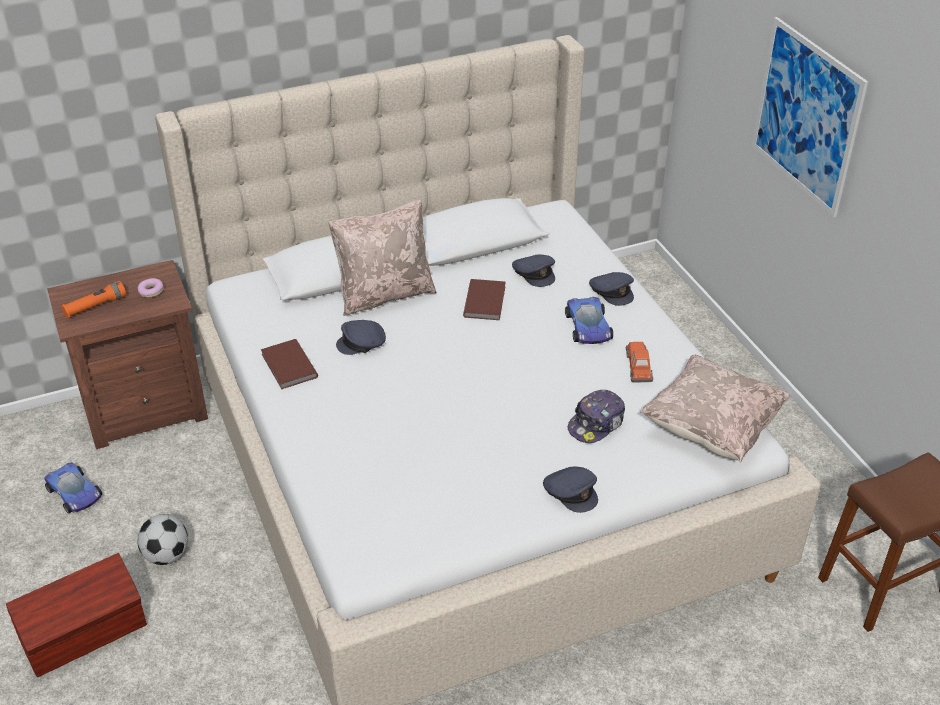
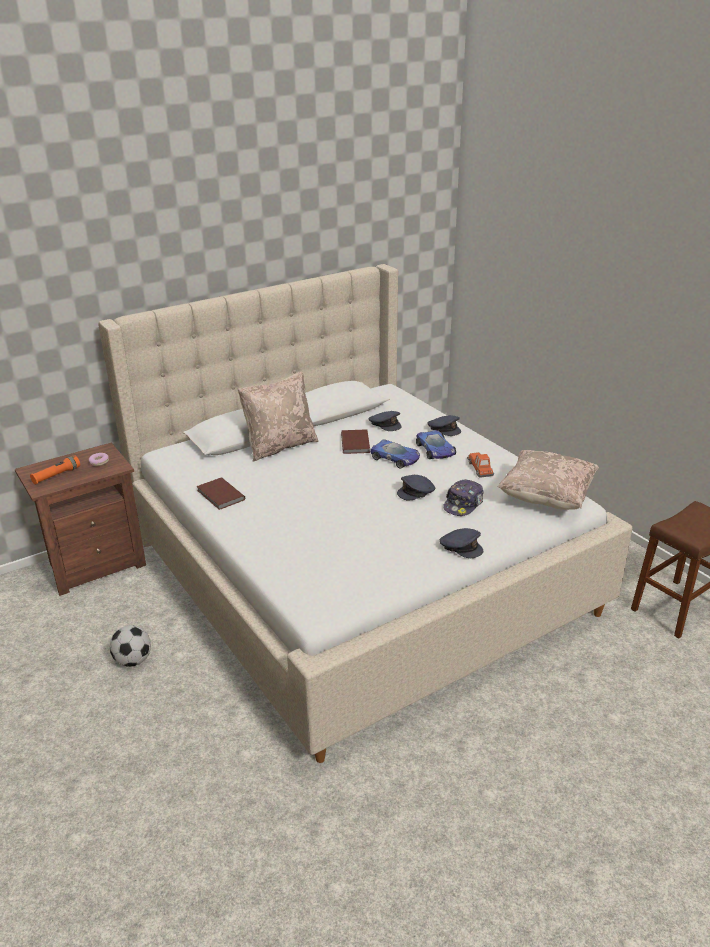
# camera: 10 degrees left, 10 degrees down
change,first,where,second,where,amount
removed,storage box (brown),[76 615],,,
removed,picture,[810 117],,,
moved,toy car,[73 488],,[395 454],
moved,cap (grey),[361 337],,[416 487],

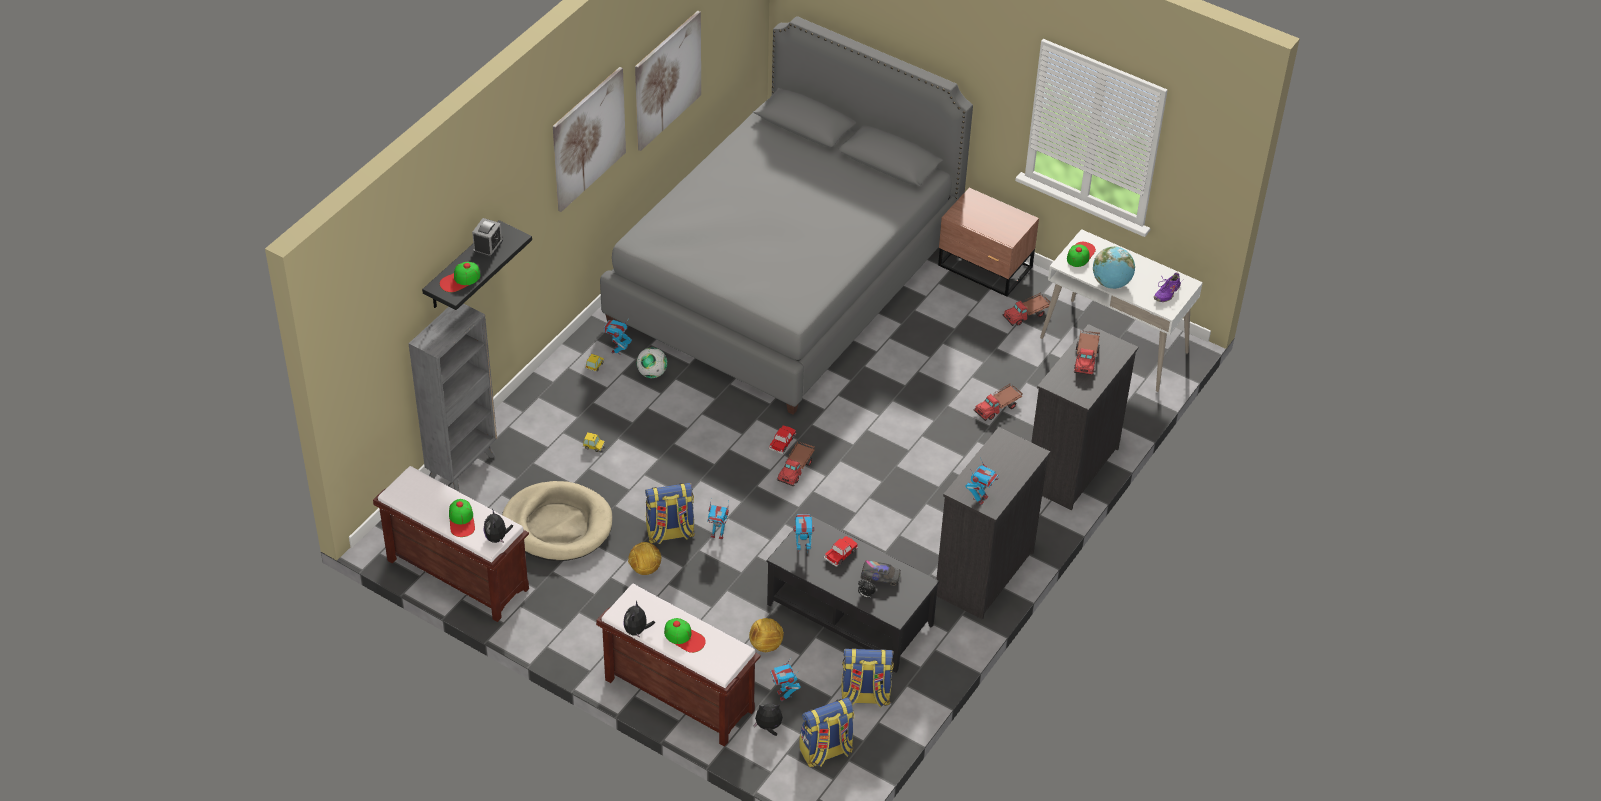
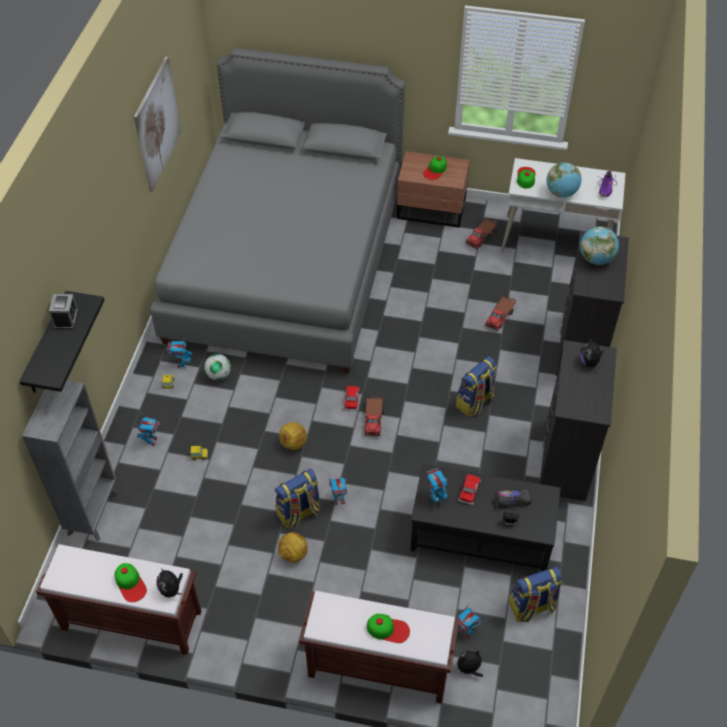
# camera: 20 degrees left, 5 degrees up
change,first,where,second,where,amount
removed,dog bed (beige),[557 521],,,
removed,picture,[589 139],,,
moved,cap,[460 277],,[435 168],
moved,plush toy,[639 619],,[592 352],
moved,football,[766 635],,[293 436],
moved,backpack,[826 732],,[476 386],
moved,toy robot,[981 481],,[148 430],
replaced,toy truck,[1087 353],globe,[599 245],

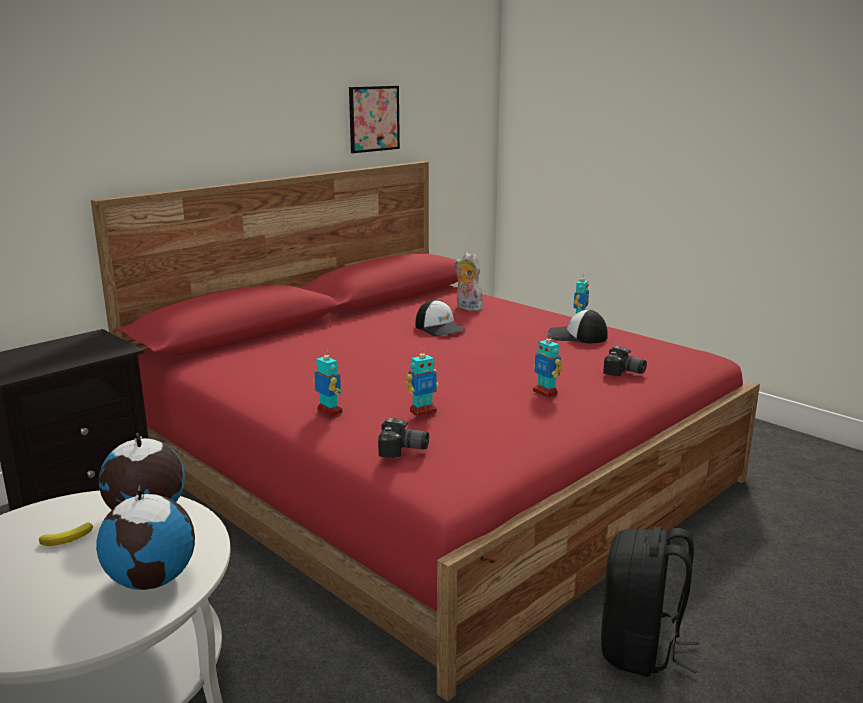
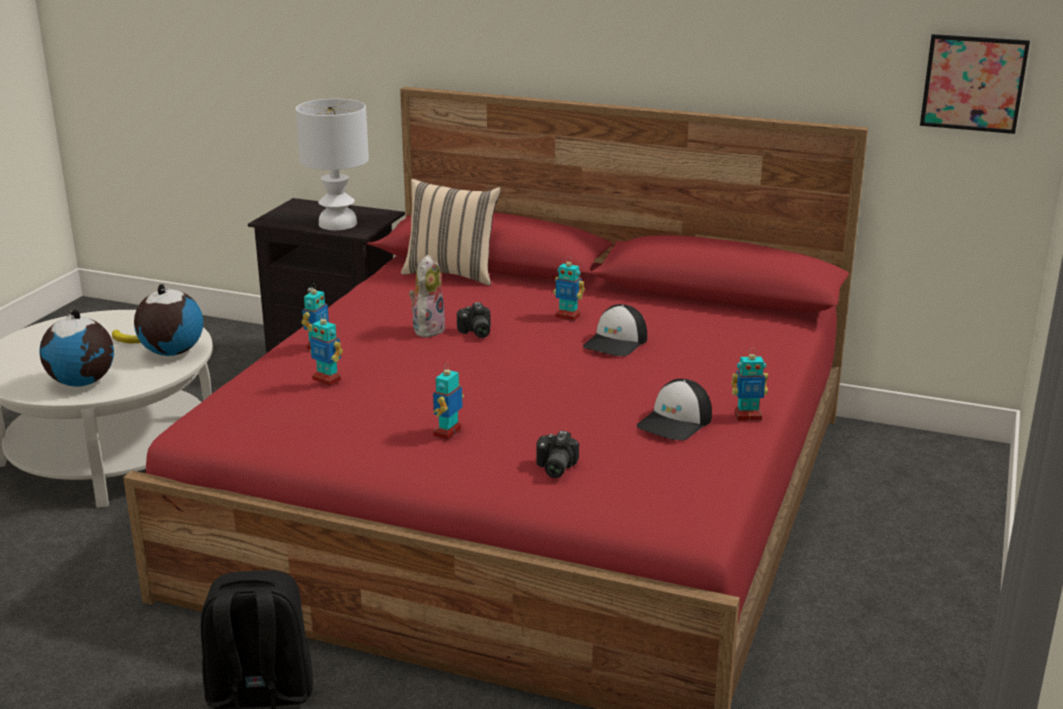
# camera: 65 degrees right, 5 degrees up
change,first,where,second,where,amount
added,,,table lamp (white),[332 164],
added,,,pillow (beige),[451 232],
added,,,toy robot,[569 288],
moved,picture,[374 119],,[975 84],
moved,photo camera,[403 438],,[474 320],
moved,plush toy,[470 282],,[427 296],
turned,cap,[578 326],,[674 409],135 degrees counterclockwise

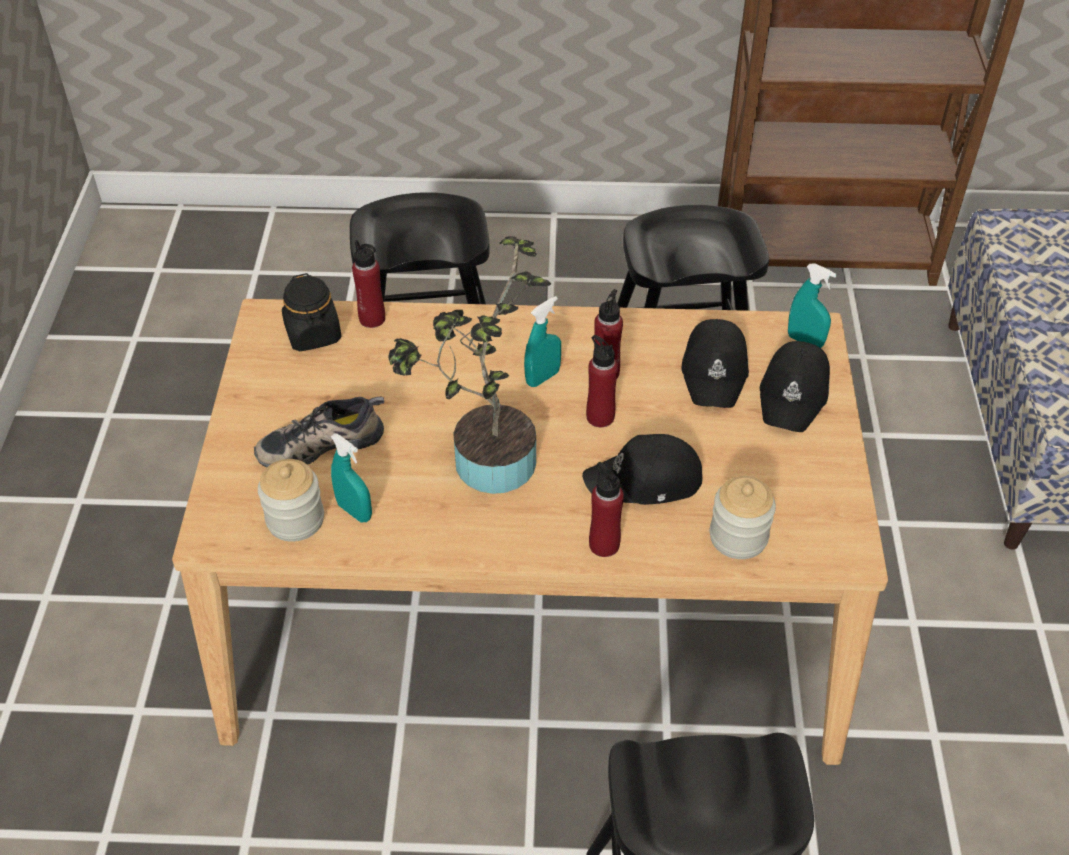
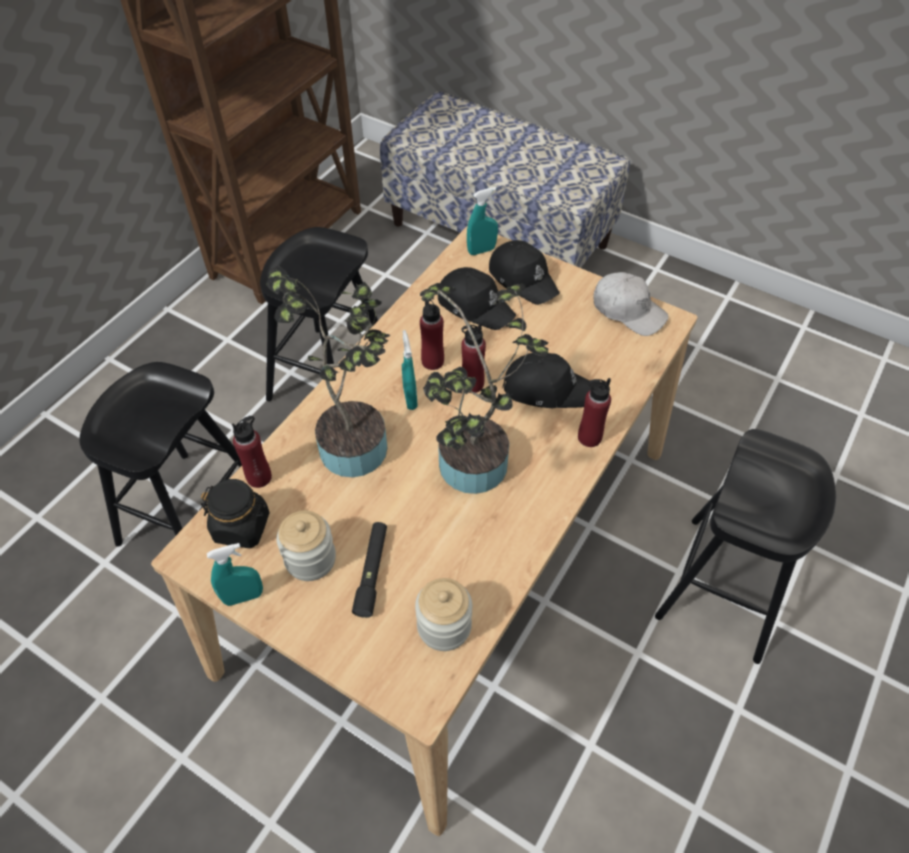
# camera: 60 degrees left, 5 degrees up
change,first,where,second,where,amount
added,,,potted plant,[328 371],
added,,,cap (white),[631 304],
moved,spray bottle (turquoise),[351 478],,[235 574],
moved,jar,[743 517],,[306 546],
replaced,shoe,[319 432],flashlight (black),[369 570],
turned,cap (black),[642 469],,[547 380],105 degrees counterclockwise

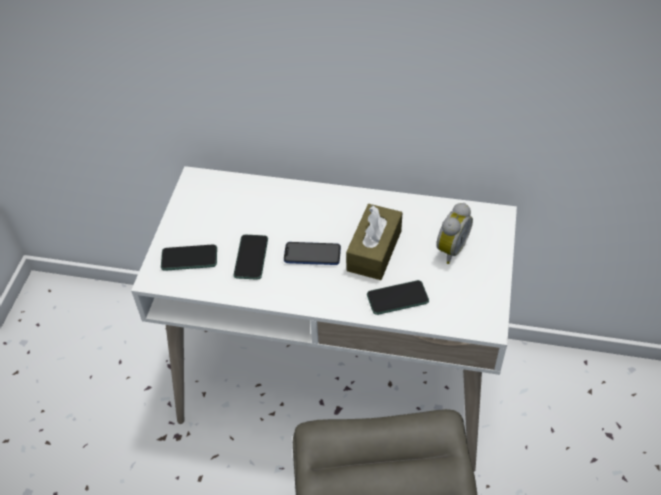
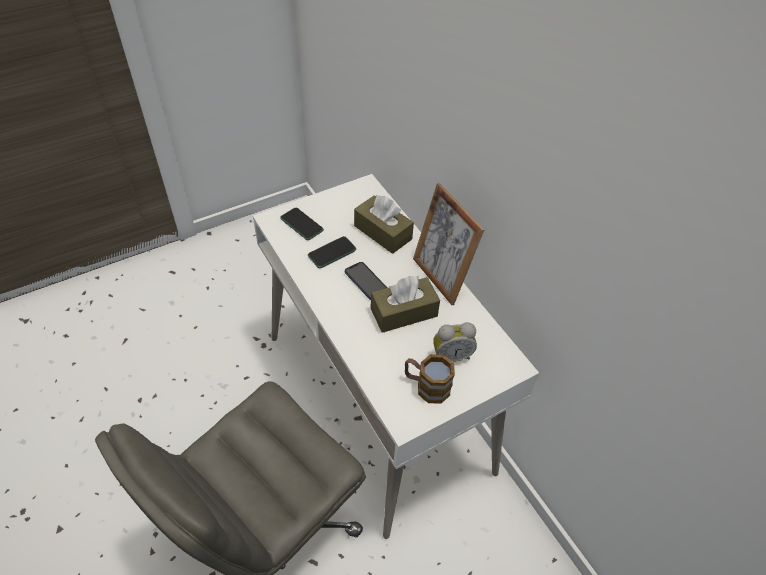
# camera: 45 degrees right, 0 degrees up
change,first,where,second,where,amount
removed,phone,[398 297],,,
added,,,tissue box (brown),[384 224],
added,,,mug,[430 379],
added,,,picture frame,[448 244],

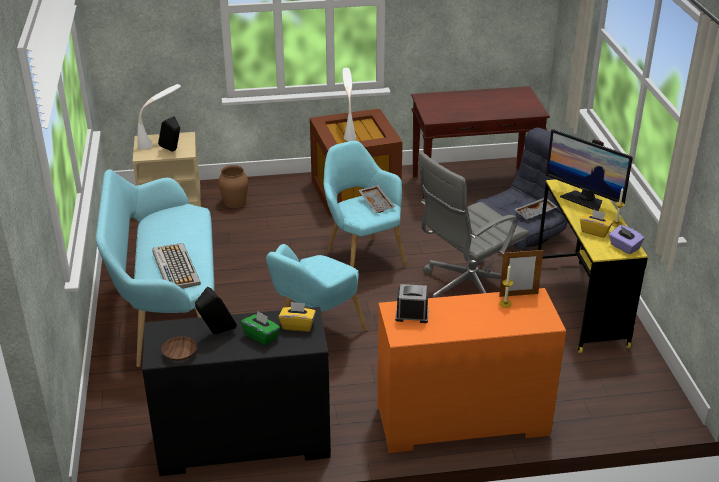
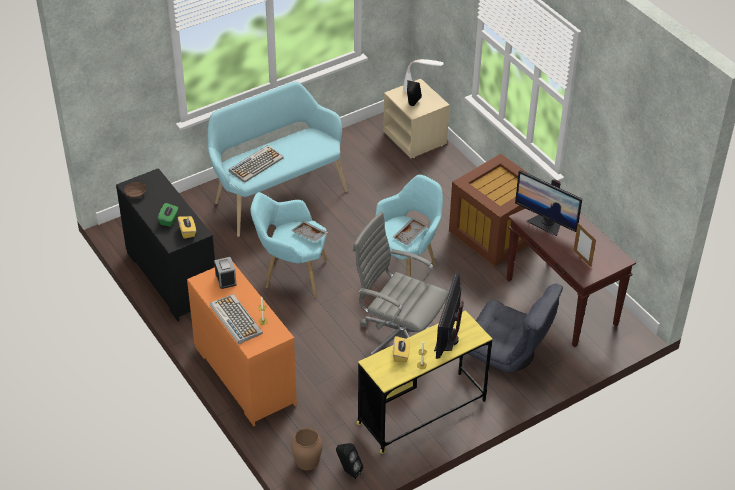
# camera: 65 degrees right, 10 degrees up
change,first,where,second,where,amount
removed,table lamp (white),[349 104],,,
removed,tissue box (purple),[626 239],,,
added,,,keyboard,[236 319],
added,,,monitor,[548 203],
moved,speaker (black),[216 310],,[349 461],
moved,vase (brown),[233 186],,[307 449],
moved,picture frame,[521 273],,[584 245],
moved,tray (grey),[535 208],,[309 231],

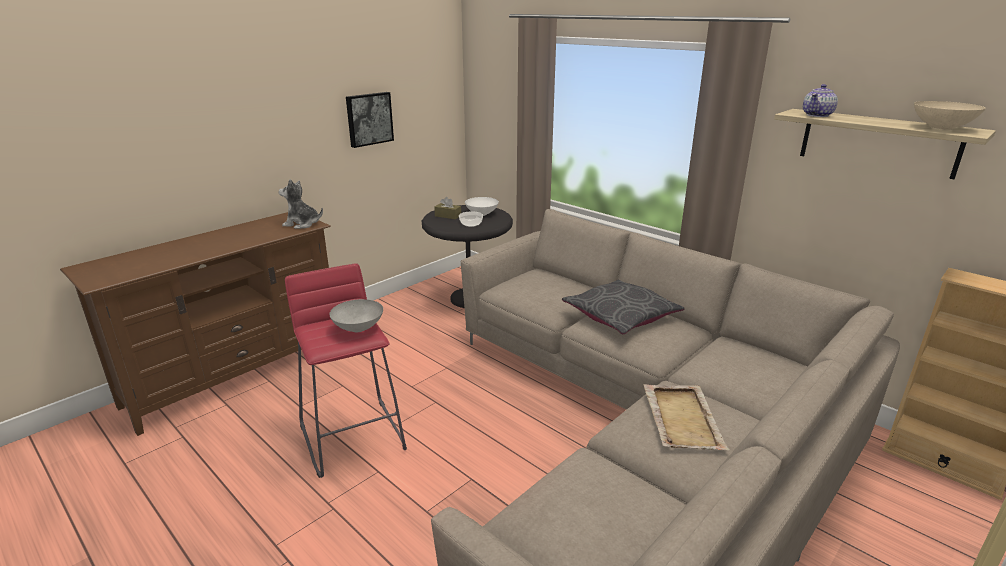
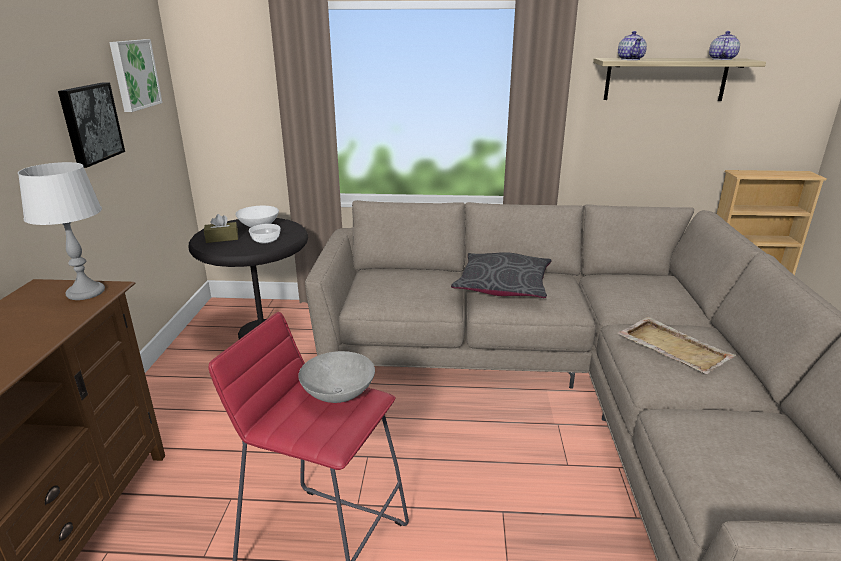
# camera: 40 degrees left, 0 degrees up
change,first,where,second,where,amount
added,,,picture,[135 75],
replaced,plush toy,[301 204],table lamp (grey),[61 231],
replaced,bowl (beige),[949 115],teapot,[724 45],

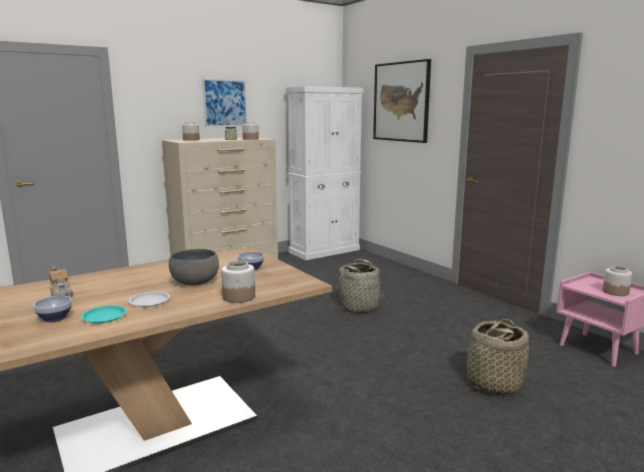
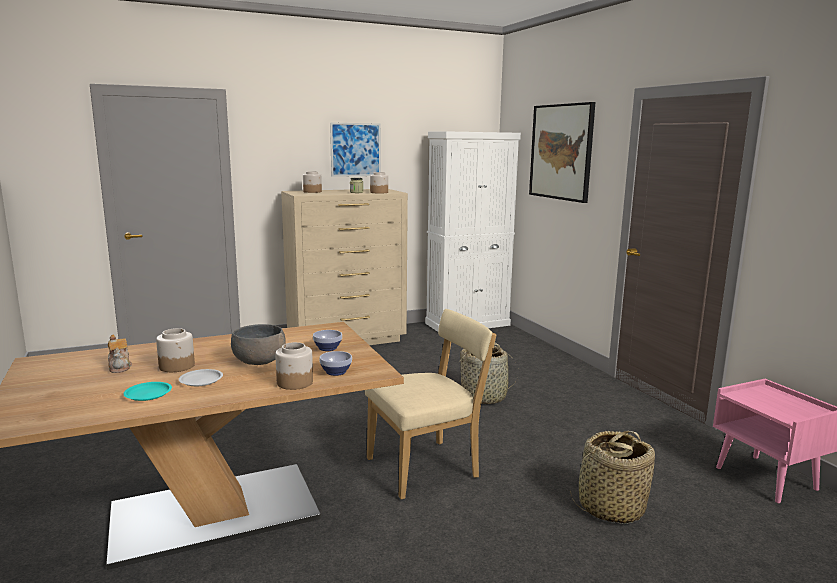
# camera: 10 degrees right, 0 degrees up
change,first,where,second,where,amount
added,,,chair (beige),[430 404],
moved,bowl,[52 309],,[335 363],
moved,jar,[617 281],,[175 350],

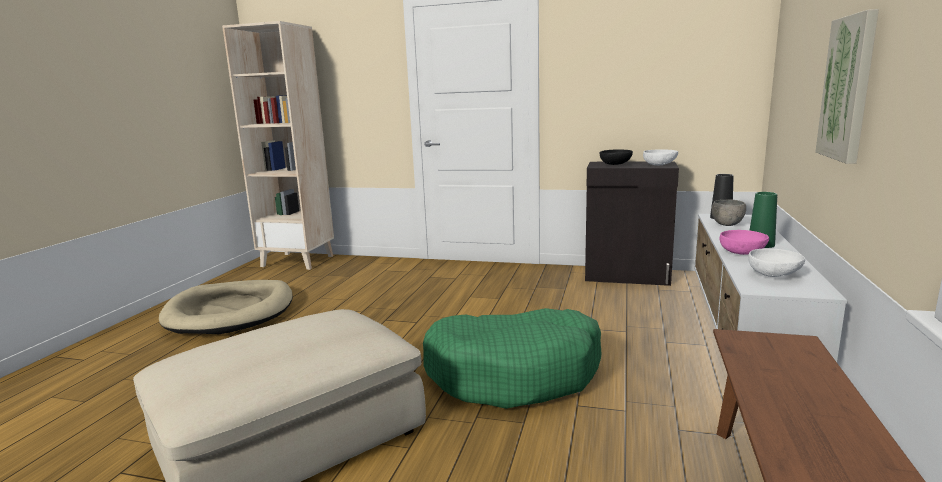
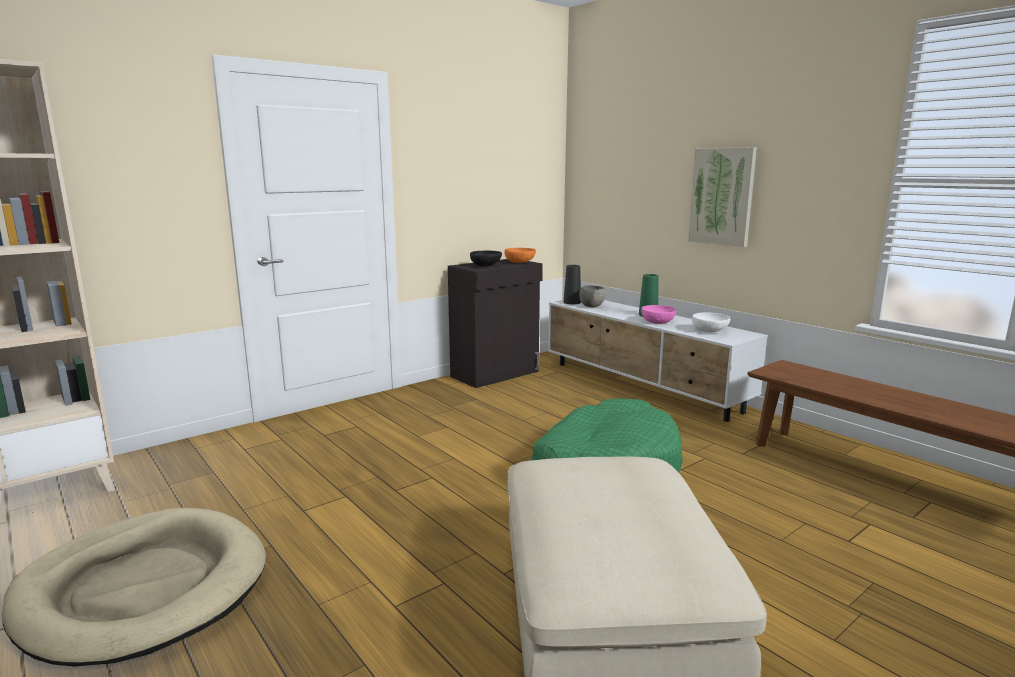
# camera: 55 degrees left, 0 degrees up
change,first,where,second,where,amount
recoloured,bowl (white),[660 157],bowl (orange),[520 255],

